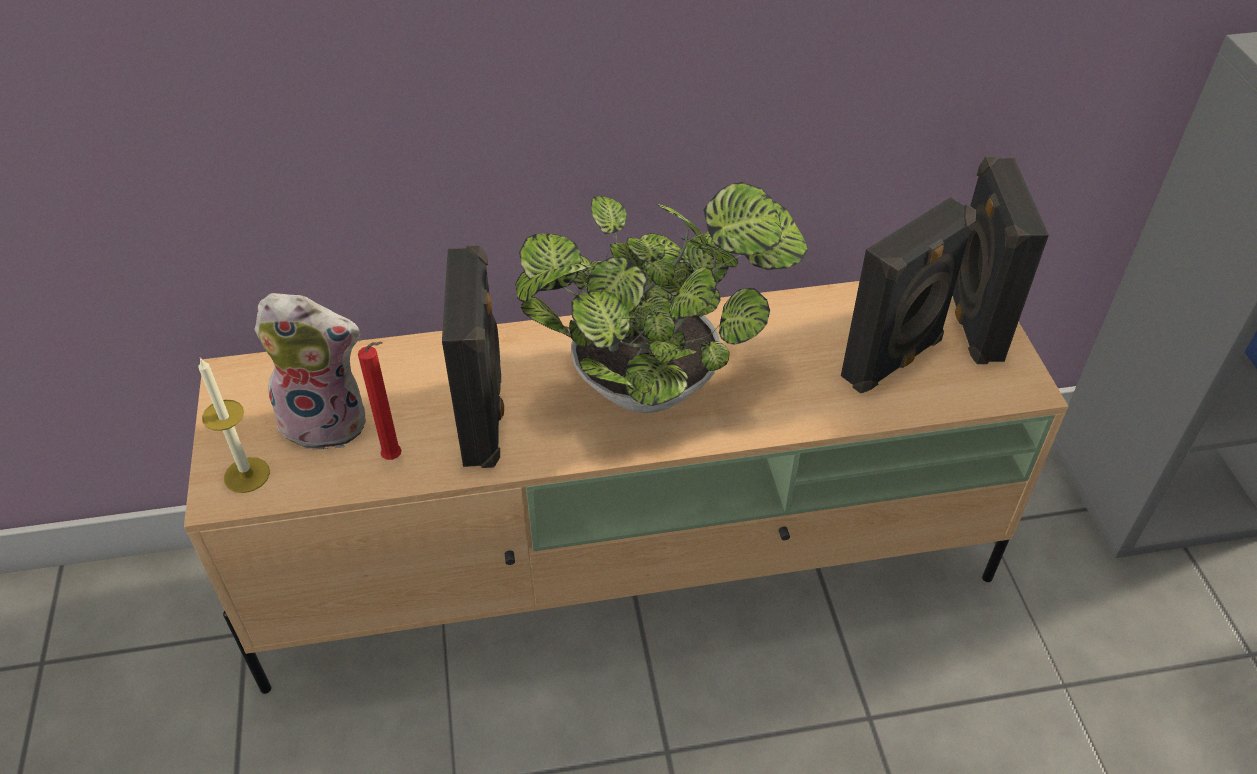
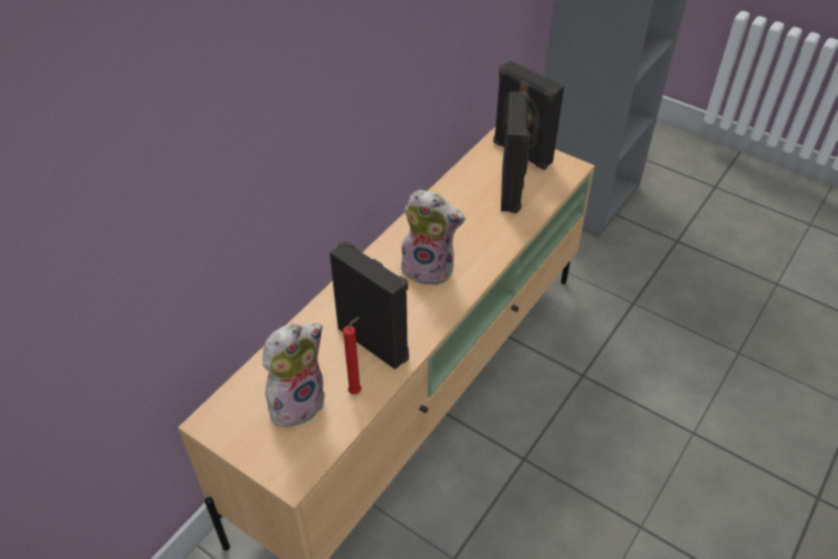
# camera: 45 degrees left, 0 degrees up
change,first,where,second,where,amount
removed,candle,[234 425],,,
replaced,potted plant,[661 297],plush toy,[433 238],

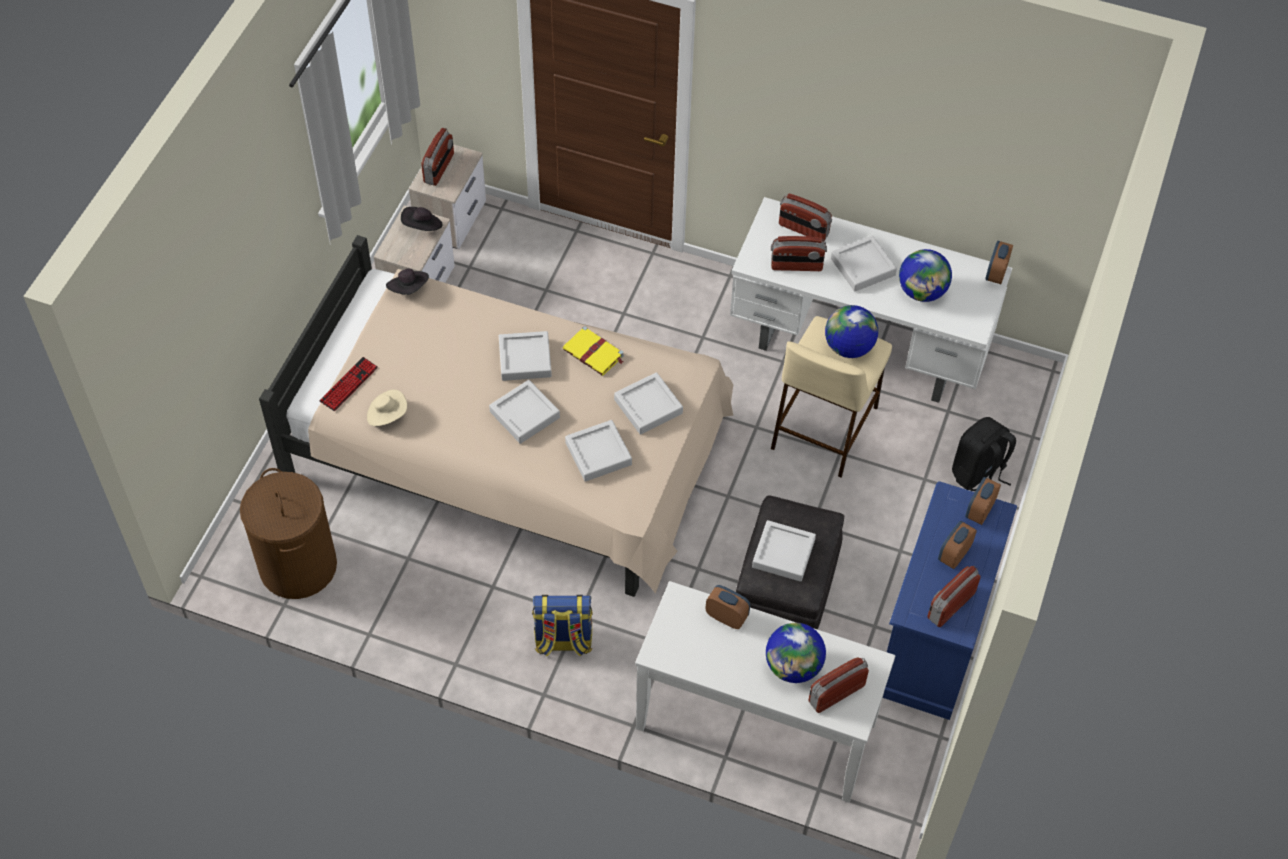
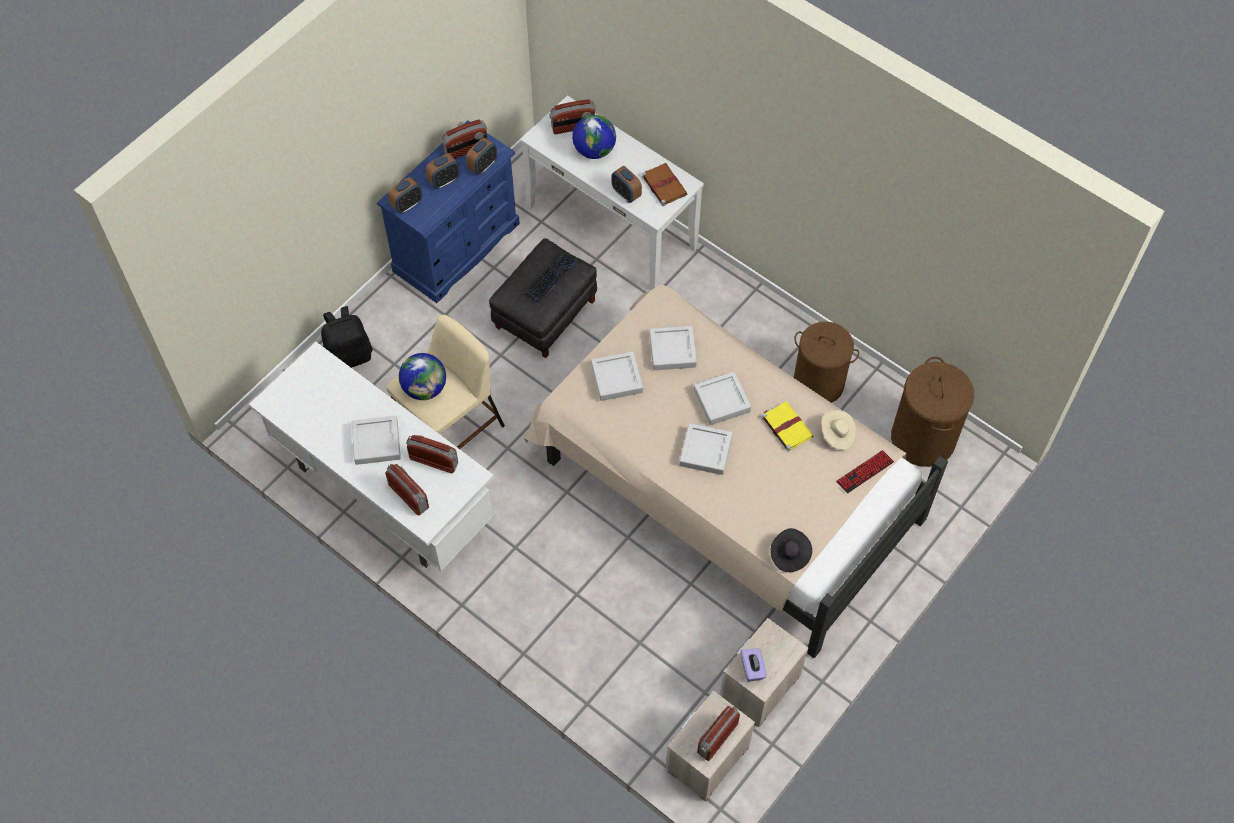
# camera: 160 degrees left, 5 degrees up
change,first,where,second,where,amount
removed,backpack,[562 626],,,
removed,globe,[925 275],,,
added,,,book (brown),[665 184],
added,,,laundry basket (brown),[826 362],
moved,book (yellow),[593 351],,[787 426],
moved,alarm clock,[999 262],,[481 156],
replaced,hat (black),[422 219],tissue box (purple),[753 665],
replaced,tray (grey),[784 551],keyboard,[551 278],

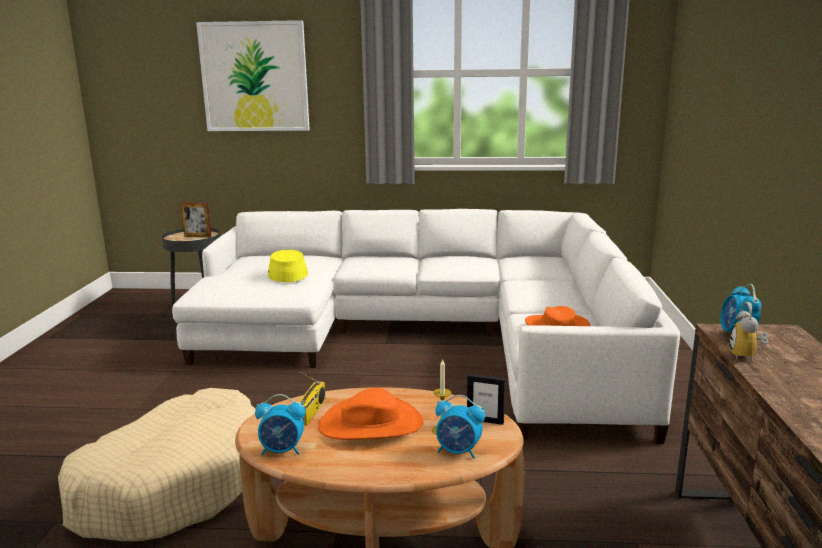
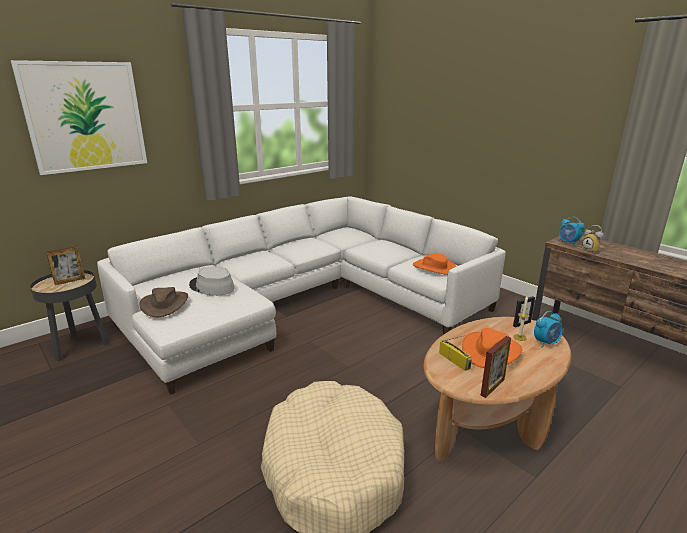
# camera: 45 degrees left, 5 degrees up
change,first,where,second,where,amount
added,,,hat (brown),[163 302],
replaced,alarm clock,[280 425],picture frame,[496 367],
recoloured,hat (yellow),[288 266],hat (grey),[212 281],

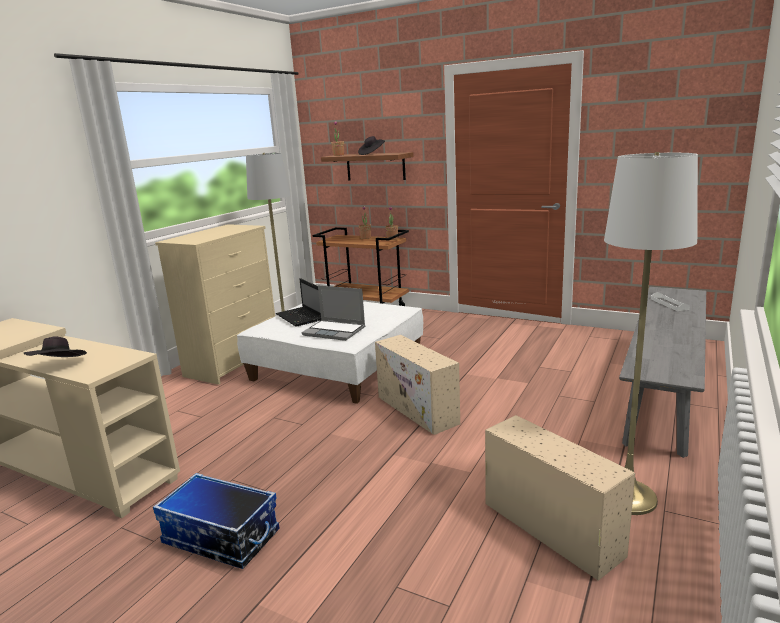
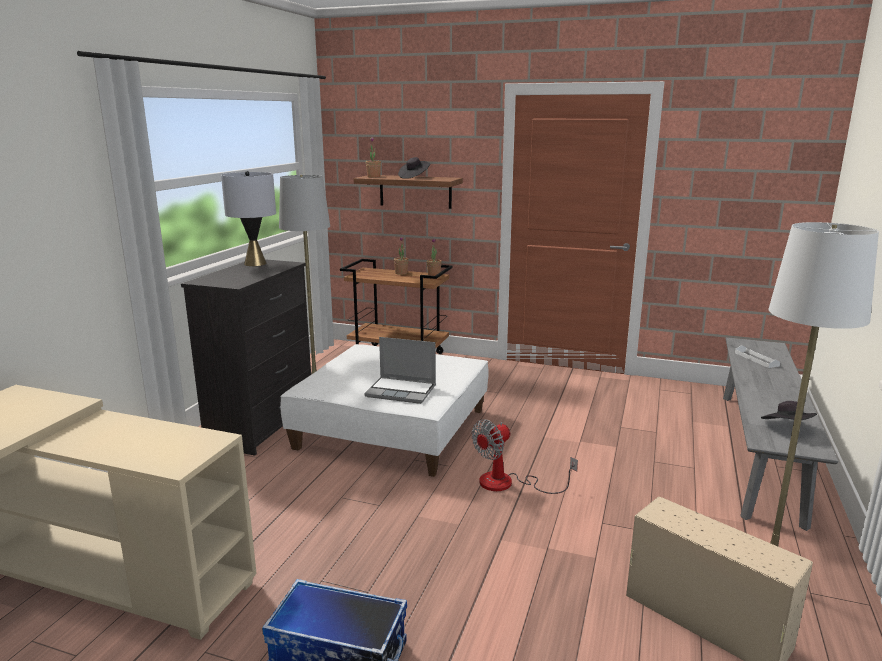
# camera: 10 degrees left, 0 degrees up
change,first,where,second,where,amount
removed,laptop,[298 302],,,
added,,,table lamp (grey),[248 218],
moved,hat (black),[55 346],,[789 410],
replaced,storage box (beige),[417 385],fan,[525 456],
recoloured,dresser (beige),[215 304],dresser (black),[246 357],

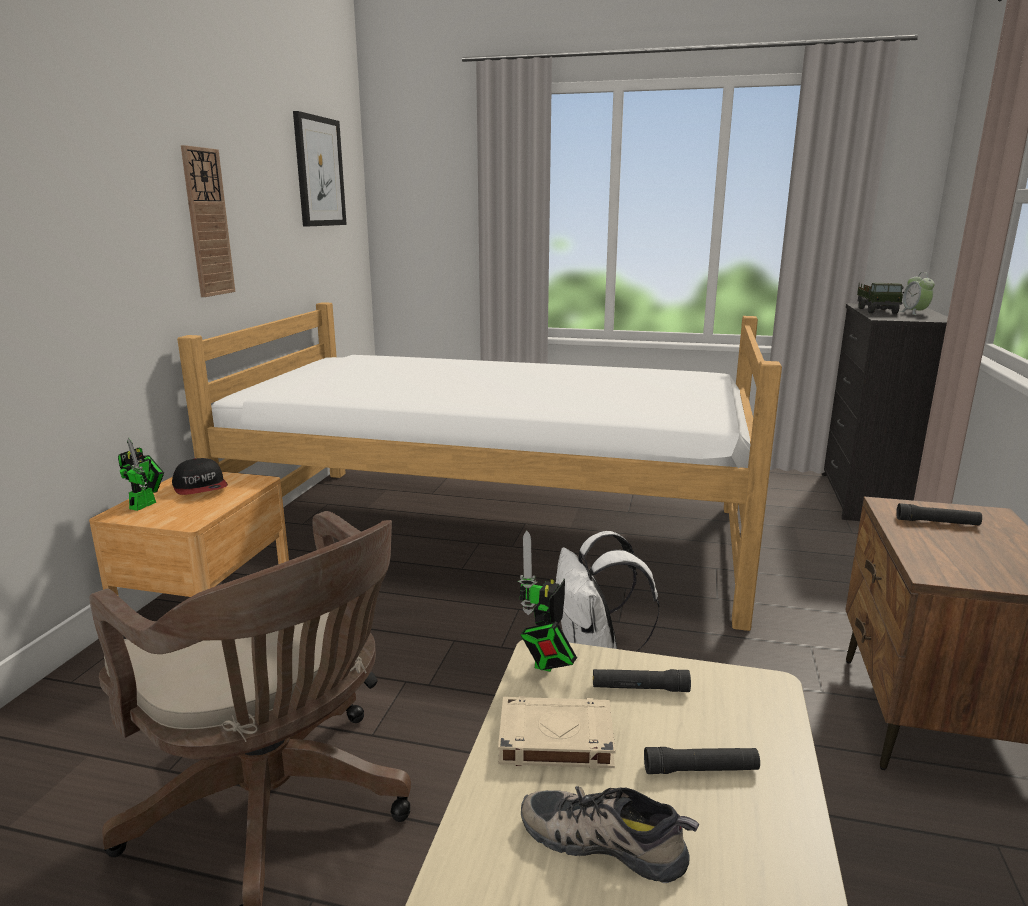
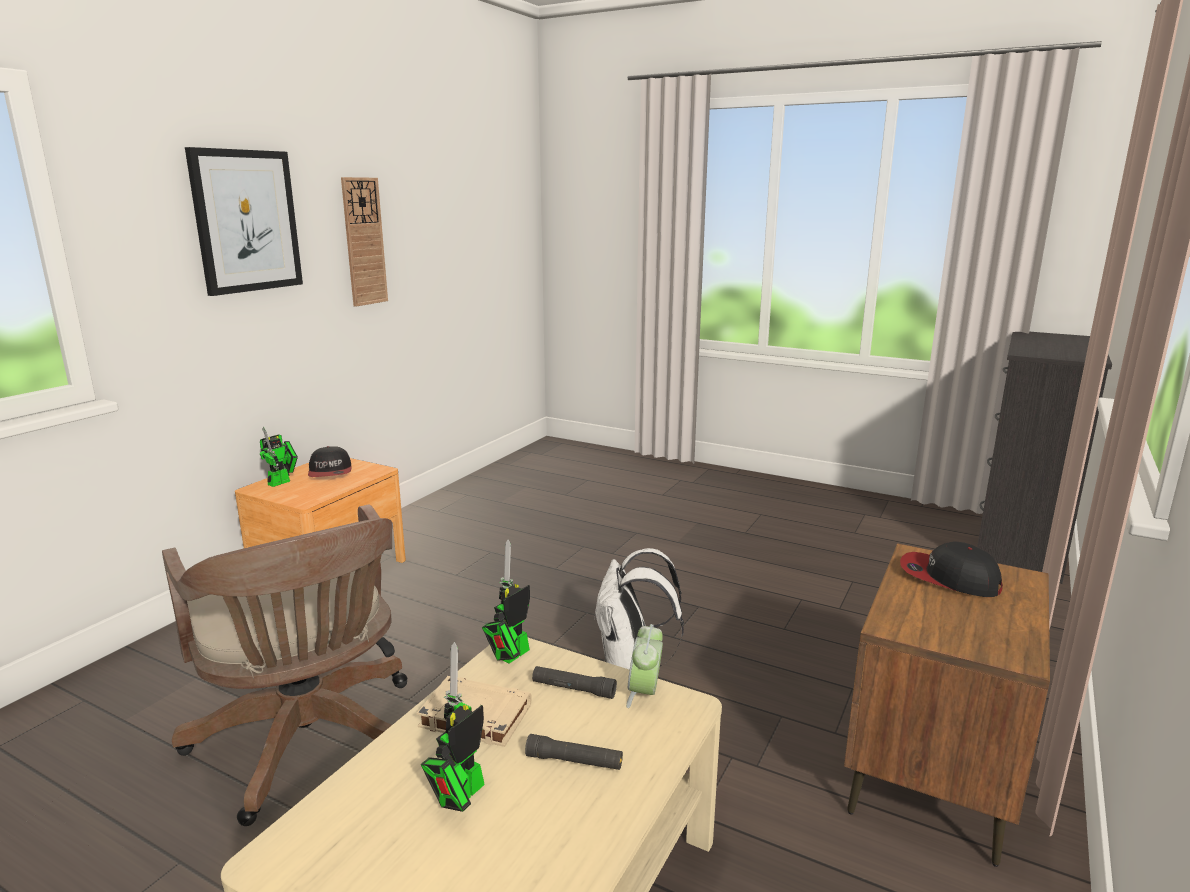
# camera: 15 degrees right, 0 degrees up
change,first,where,second,where,amount
removed,bed,[479 466],,,
removed,toy truck,[880 298],,,
moved,picture,[320 169],,[244 221],
moved,alarm clock,[917 293],,[644 666],
replaced,shoe,[610 834],toy robot,[453 727],
replaced,flashlight (black),[939 514],cap,[951 569],

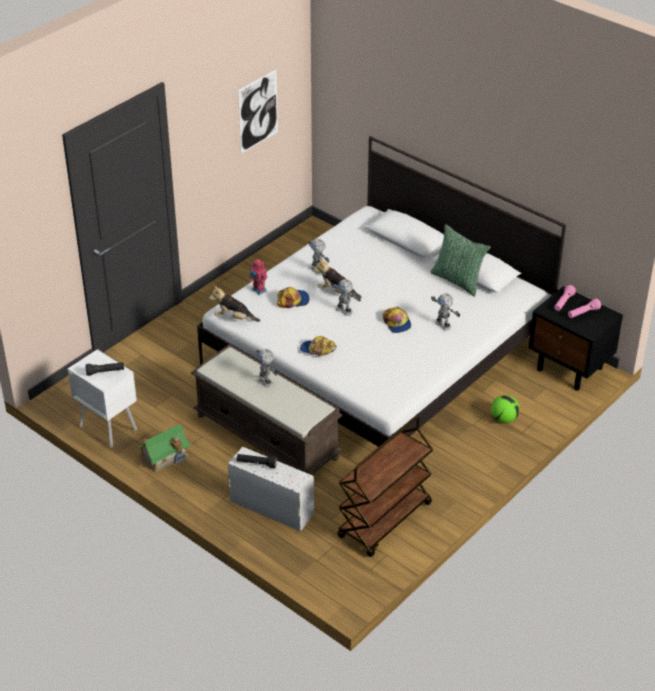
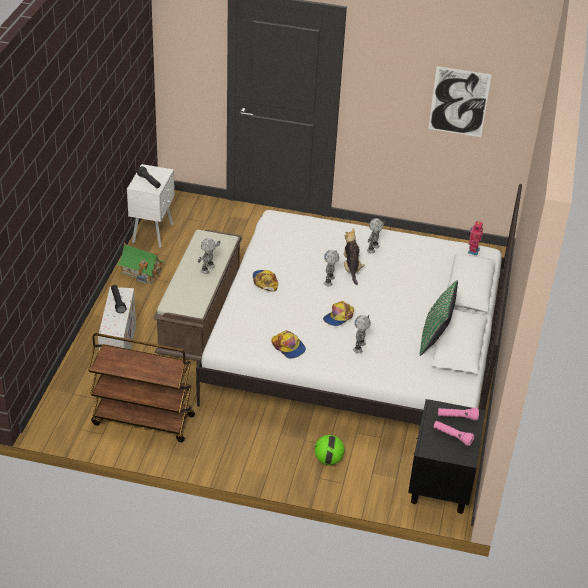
# camera: 60 degrees right, 0 degrees up
change,first,where,second,where,amount
removed,plush toy,[234 303],,,
moved,toy robot,[258 277],,[475 238],
moved,cap,[293 297],,[289 344],

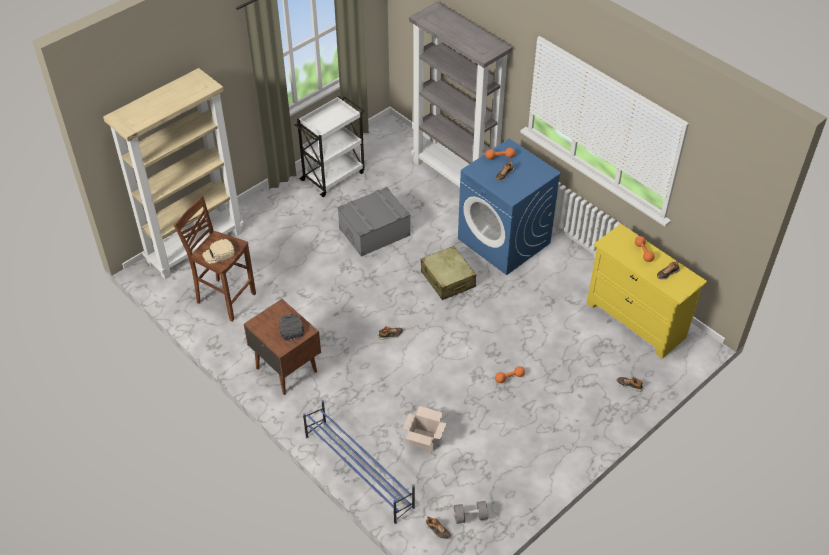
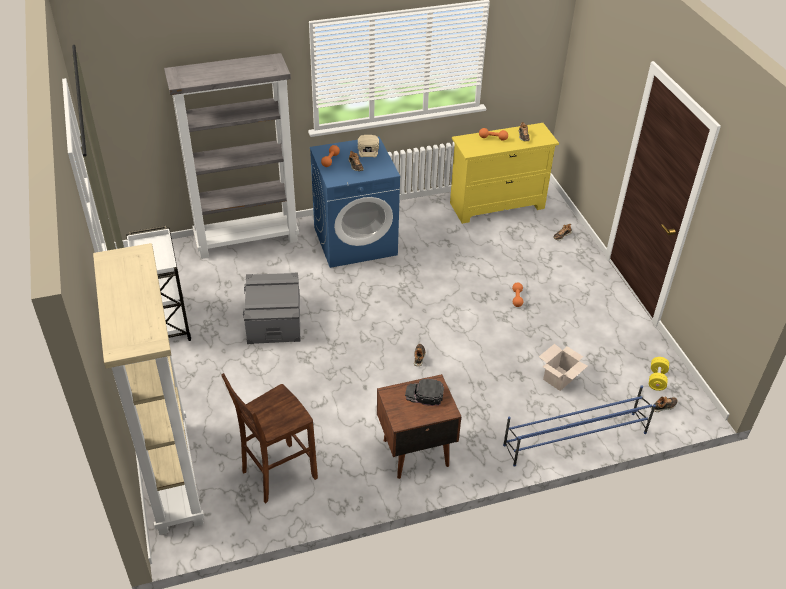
# camera: 65 degrees left, 5 degrees down
change,first,where,second,where,amount
removed,suitcase (beige),[448 273],,,
moved,cap (beige),[218 251],,[368 146],
recoloured,dumbbell (grey),[471 512],dumbbell (yellow),[659 374],

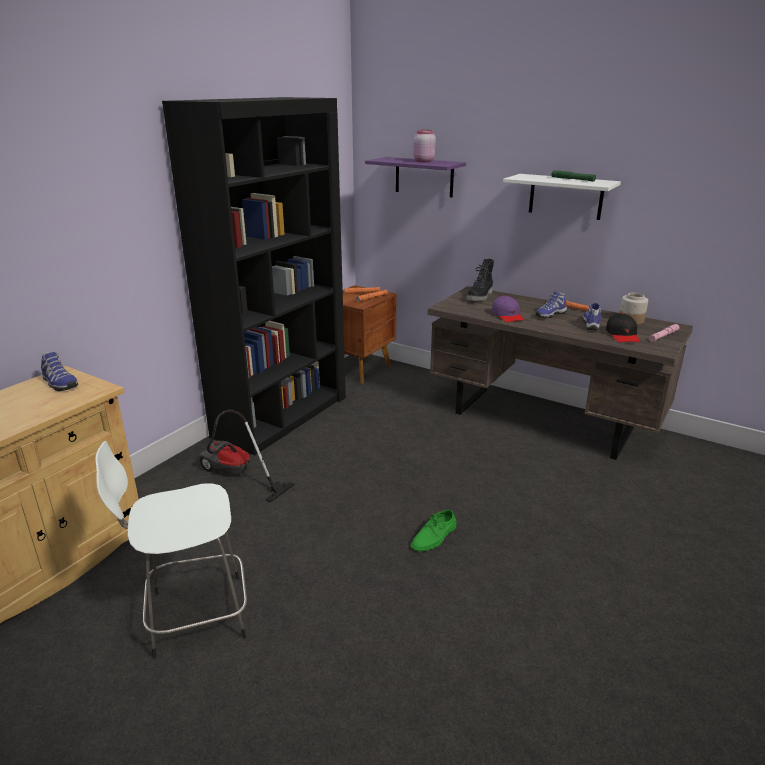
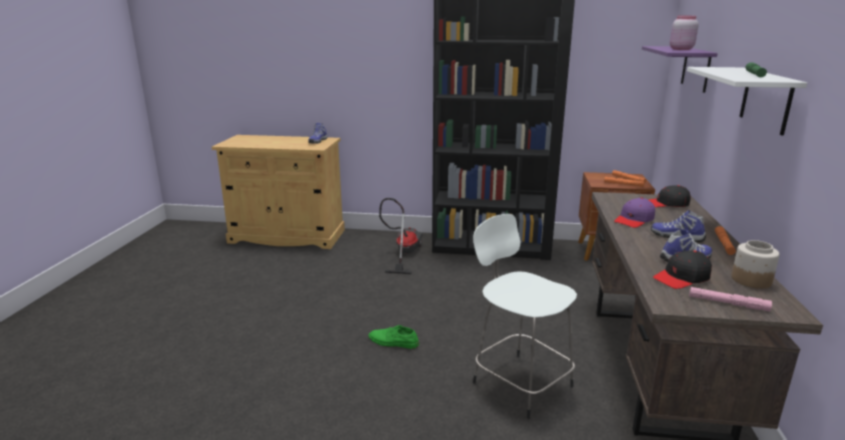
# camera: 65 degrees right, 5 degrees down
change,first,where,second,where,amount
moved,stool (white),[171 550],,[525 316],
replaced,boot (black),[480 280],cap (black),[670 196],

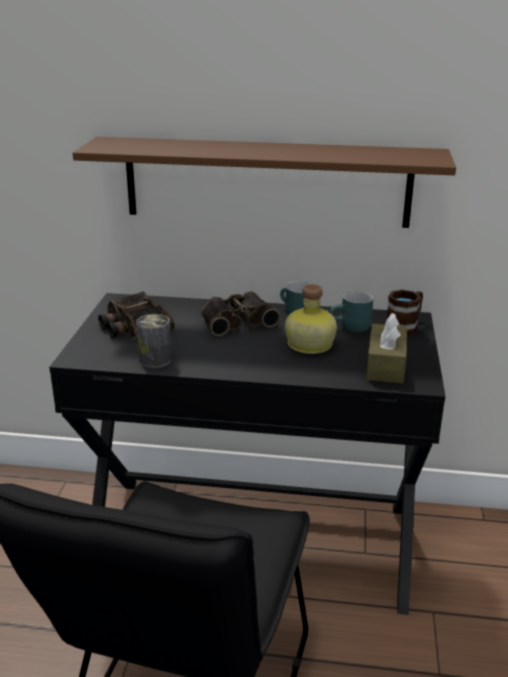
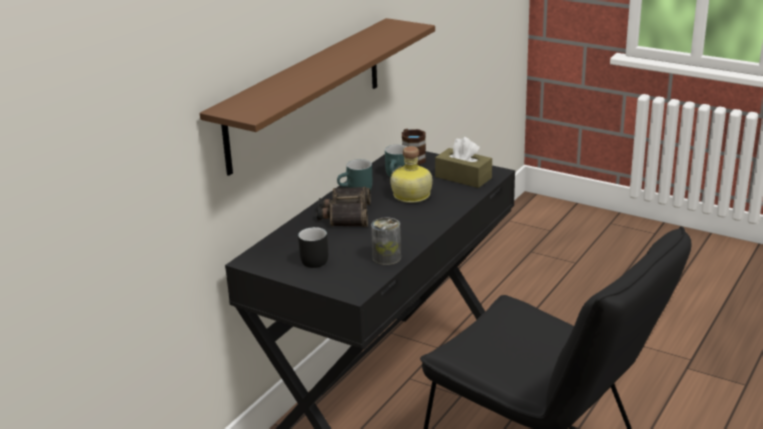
# camera: 65 degrees left, 0 degrees up
change,first,where,second,where,amount
replaced,binoculars,[136 315],mug (black),[313 247],

